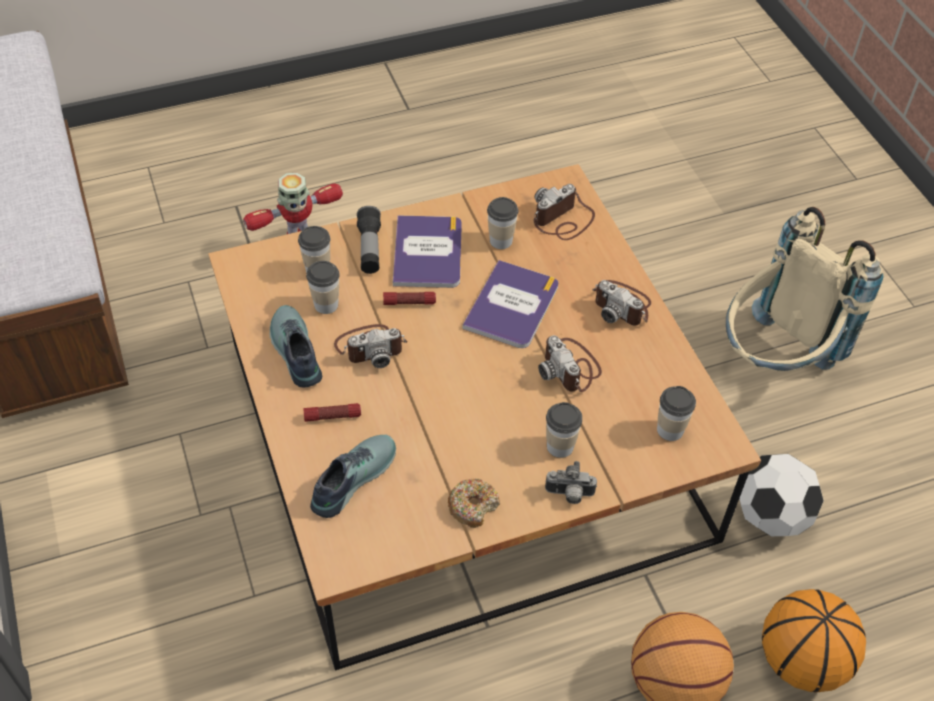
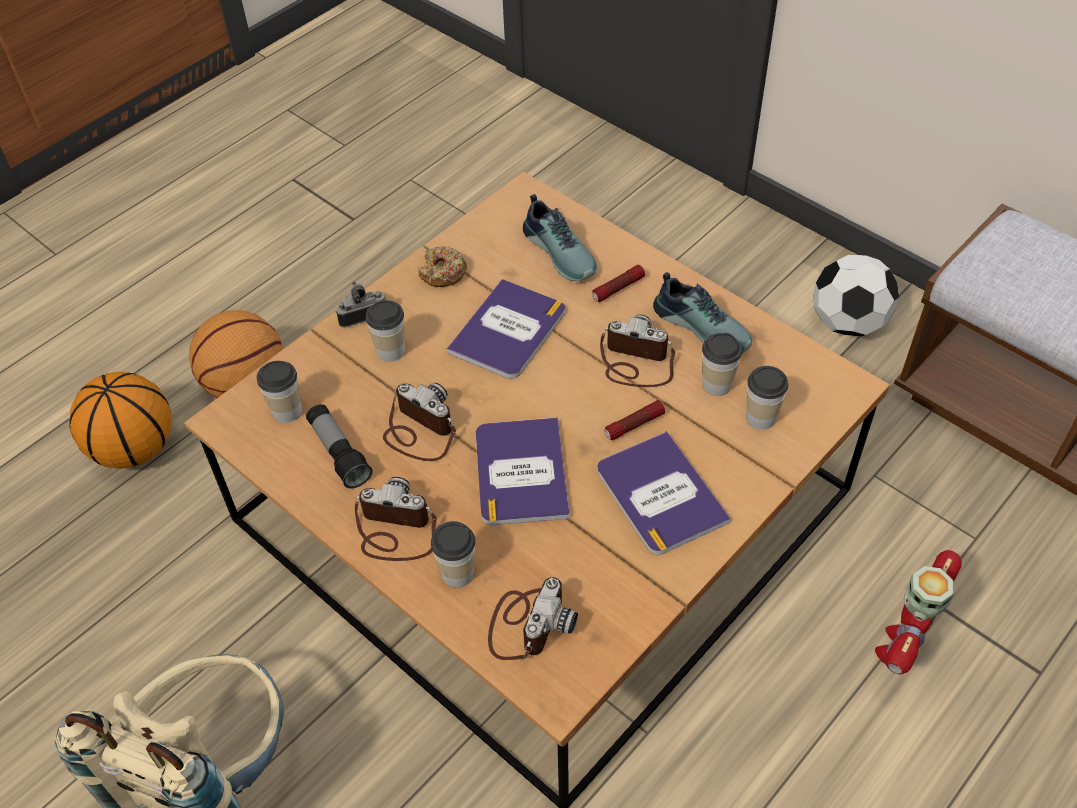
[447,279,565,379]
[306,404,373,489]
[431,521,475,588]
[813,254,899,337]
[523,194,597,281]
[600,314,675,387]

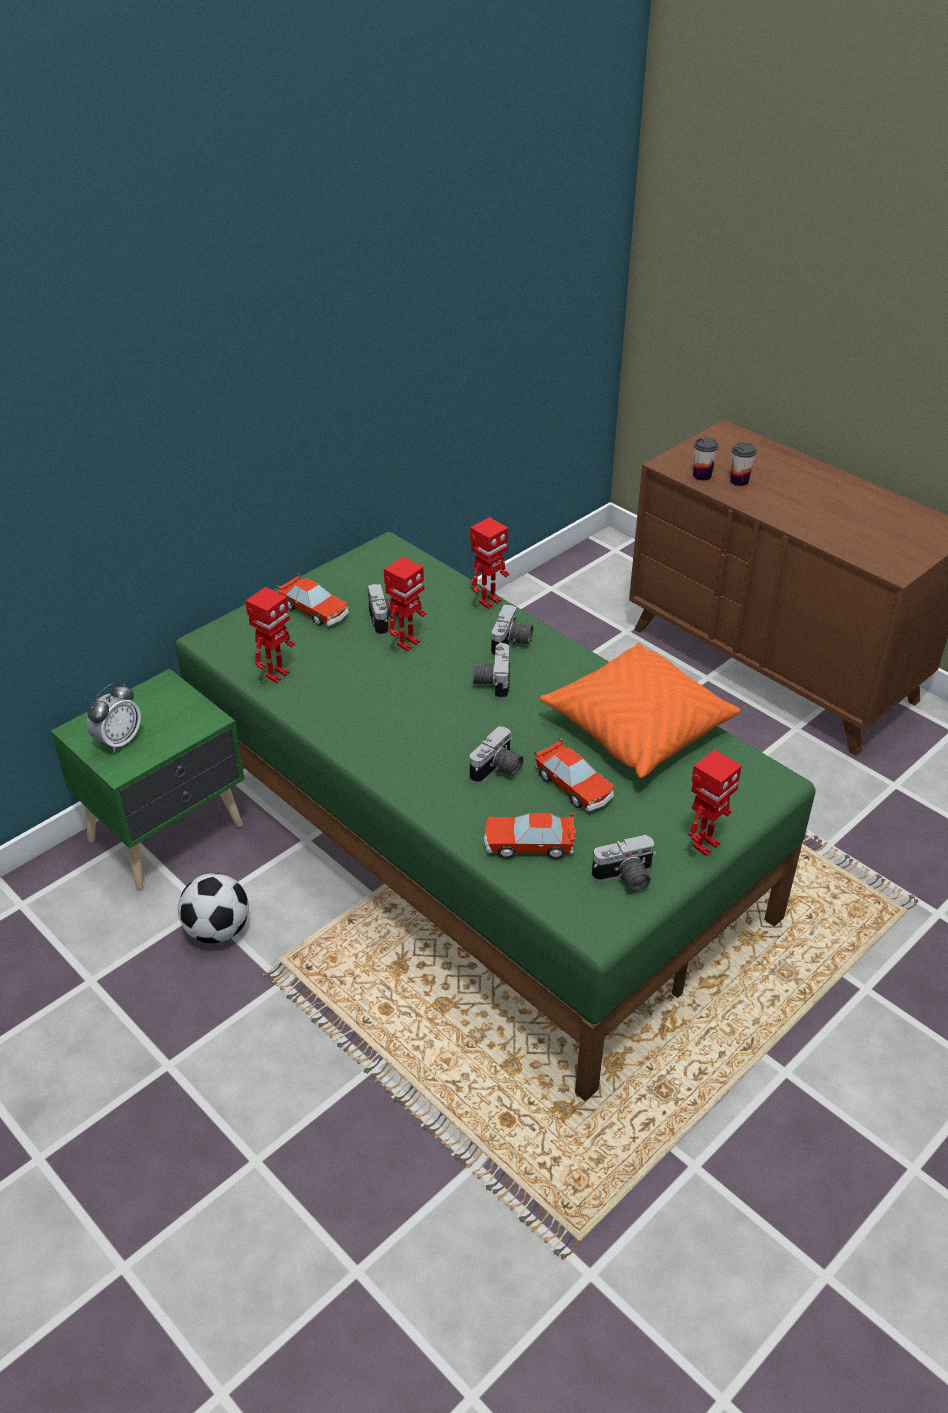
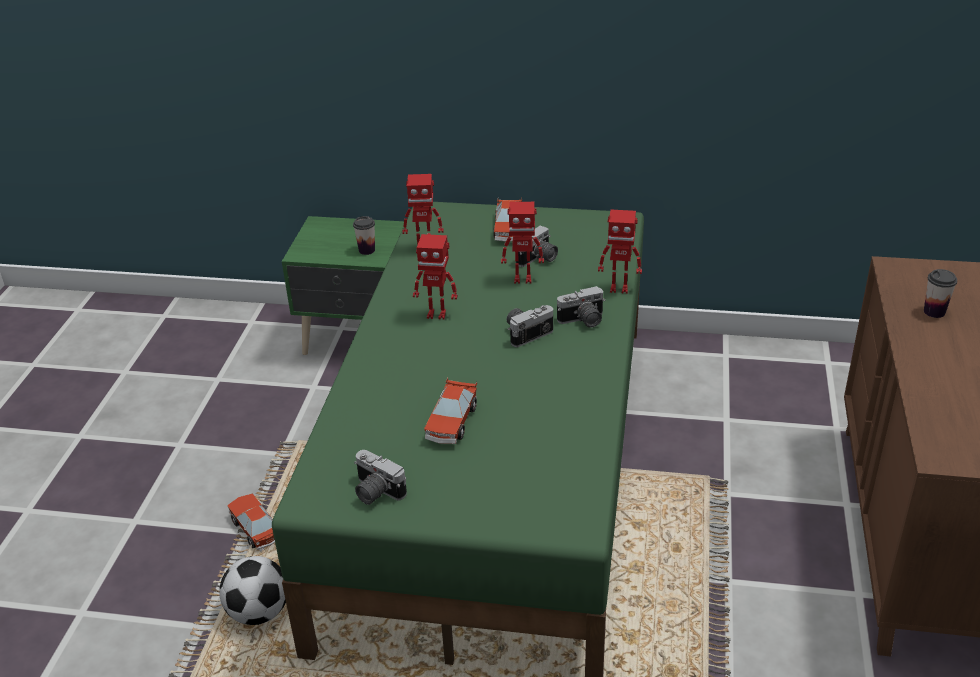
[87,683,141,752] (first image)
[470,726,524,784] (first image)
[539,643,740,778] (first image)
[219,556,286,625]
[227,493,275,551]
[413,234,458,320]
[353,216,375,255]

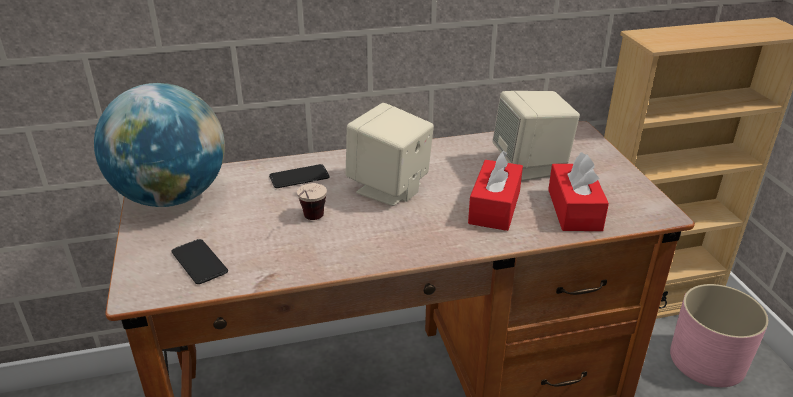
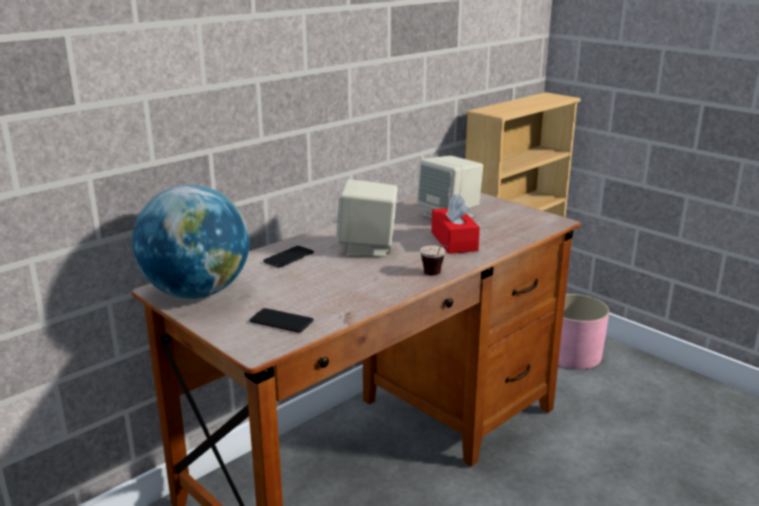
[548,152,609,231] (first image)
[420,245,448,275]

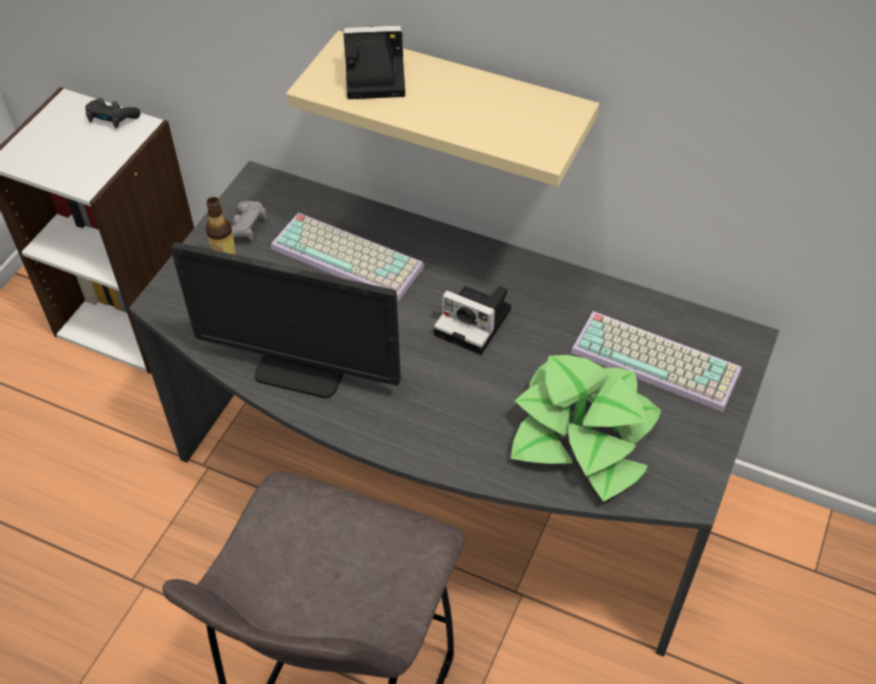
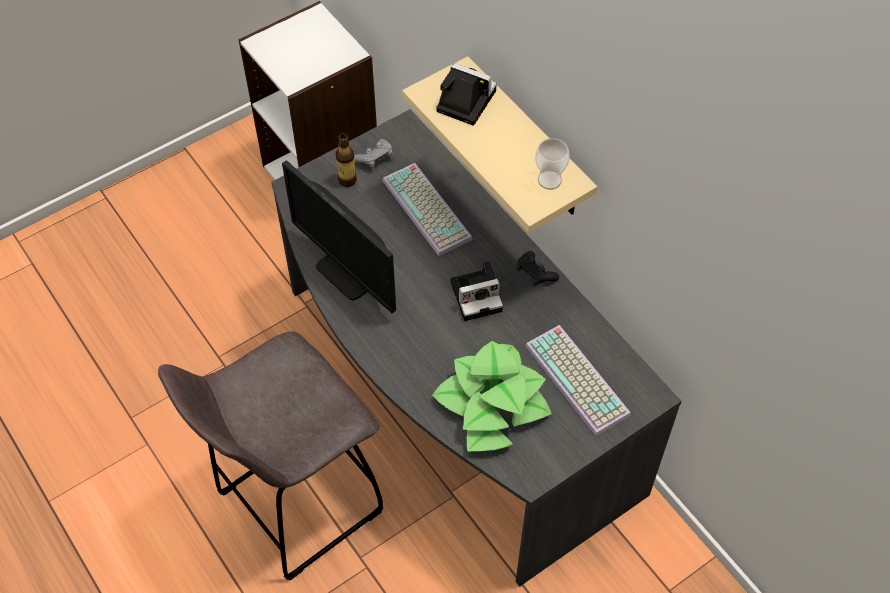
[535,138,570,190]
[517,251,559,286]
[450,261,503,321]

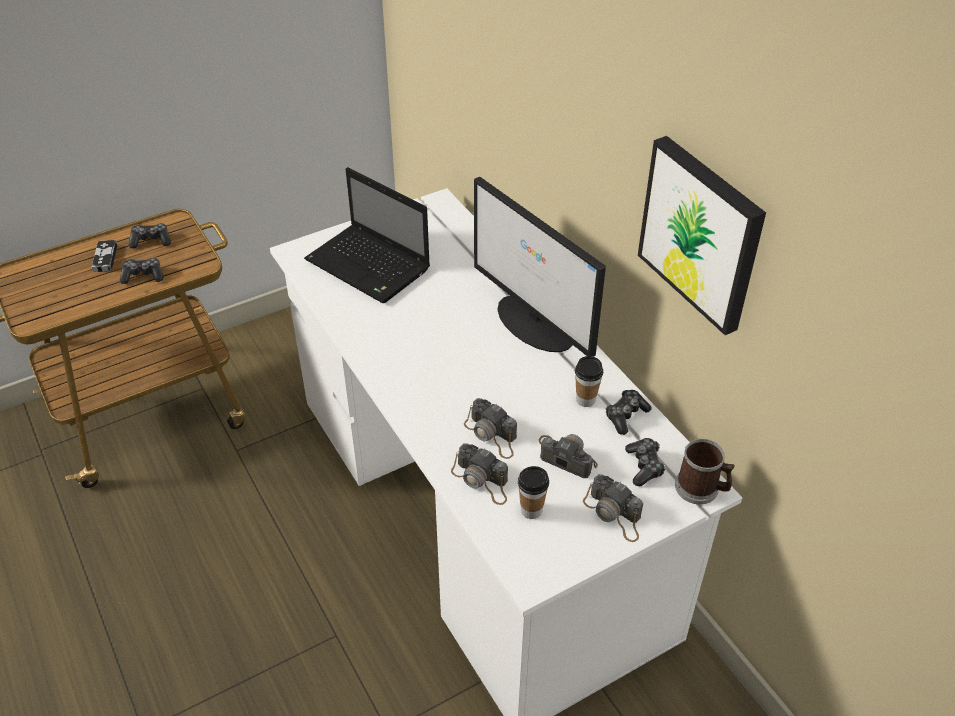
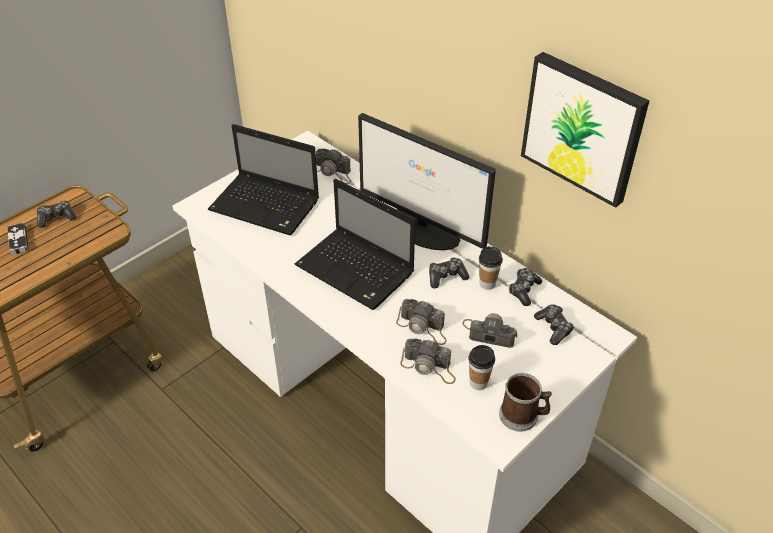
[295,179,415,310]
[429,257,469,288]
[316,148,351,184]
[499,373,552,432]

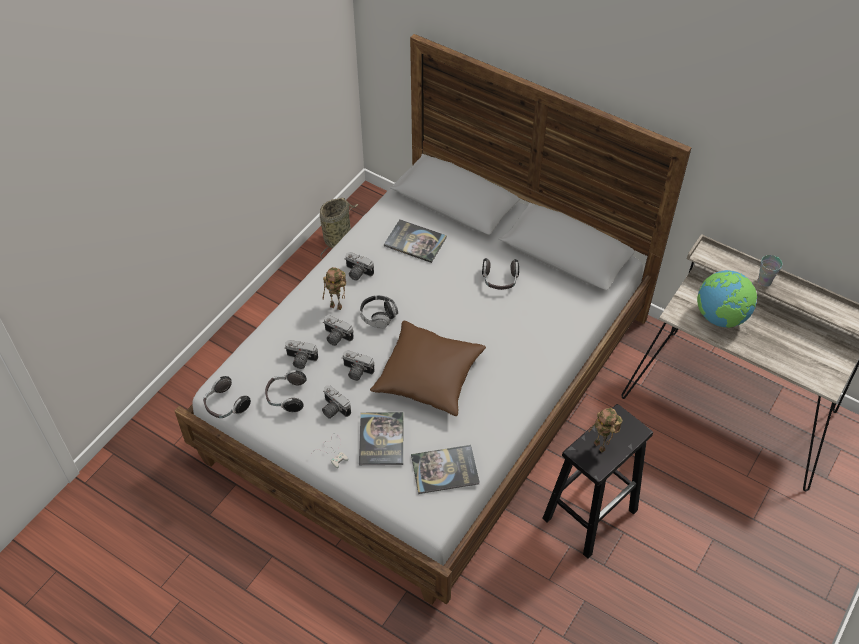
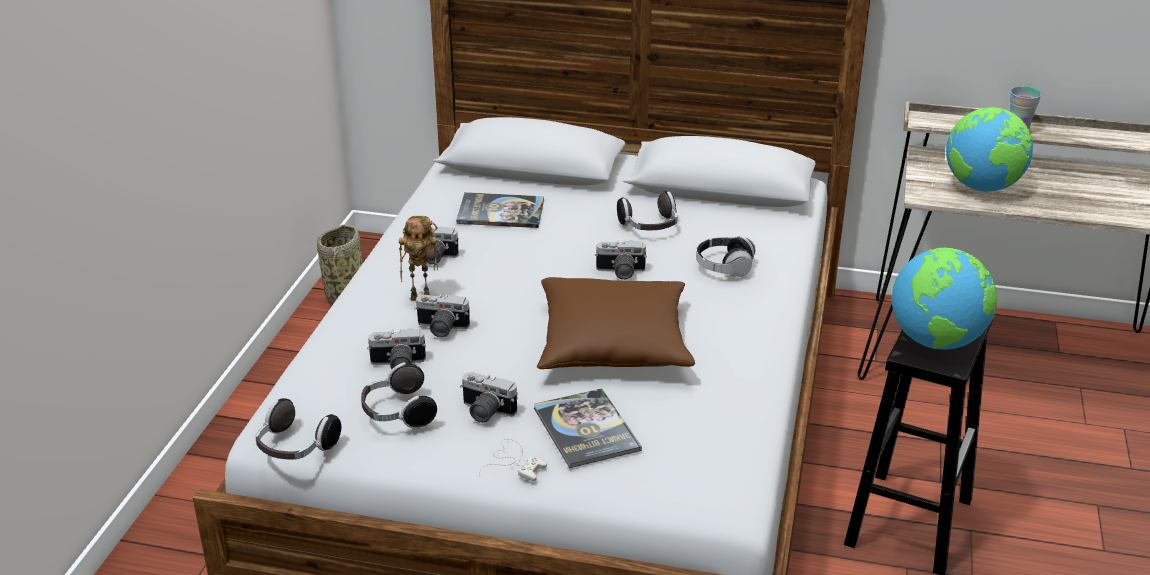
[411,445,480,494] (first image)
[595,240,647,280]
[696,236,756,277]
[892,248,997,350]

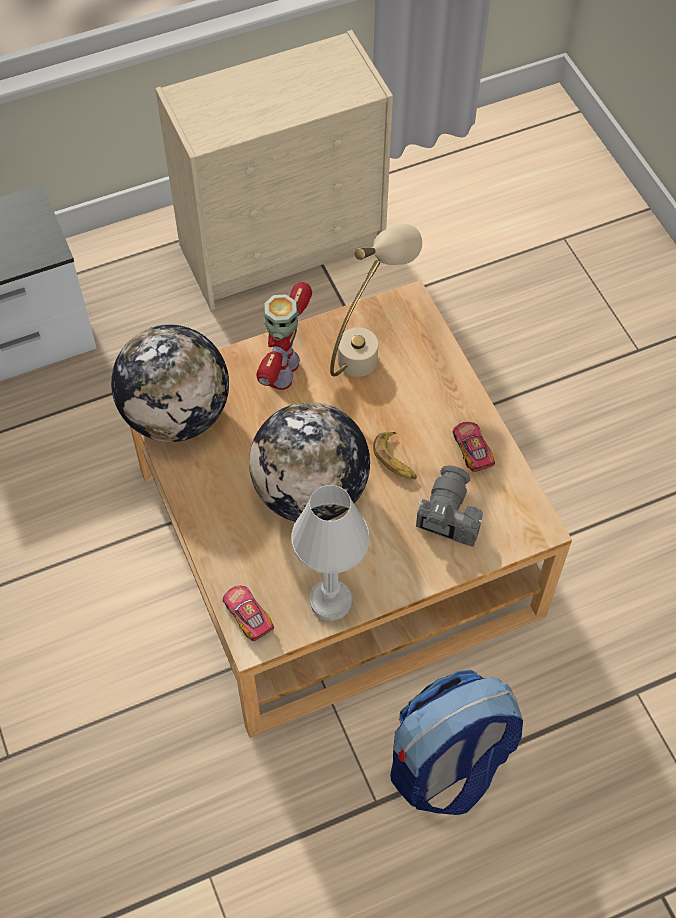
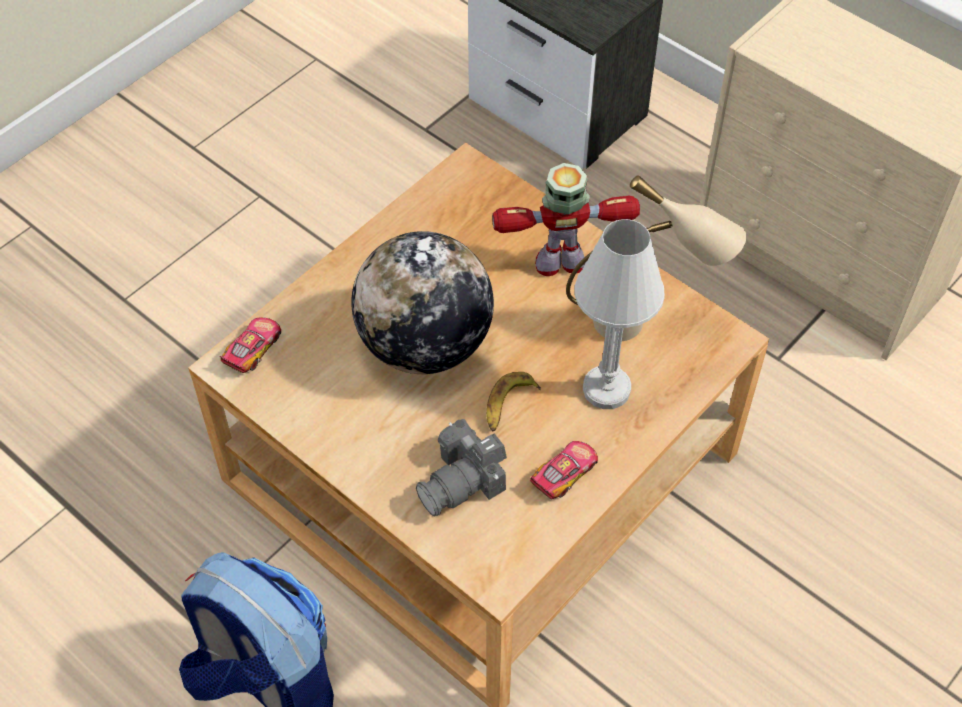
[111,325,229,442] (first image)
[575,219,665,409]
[416,419,507,517]

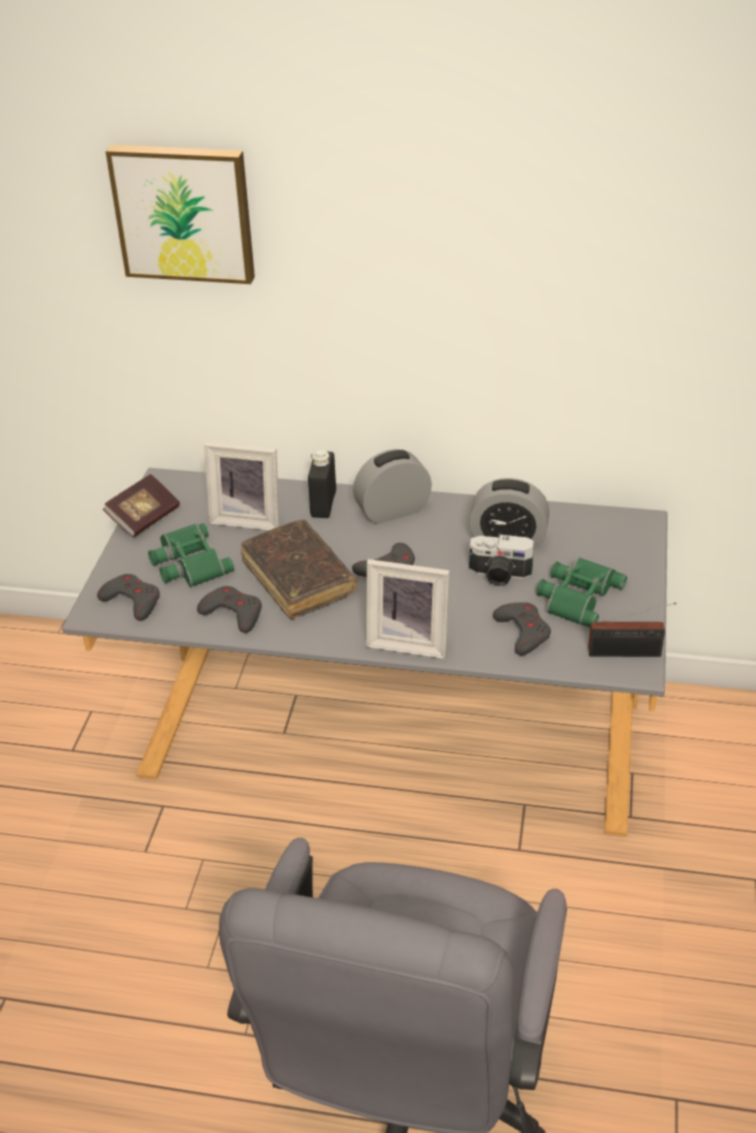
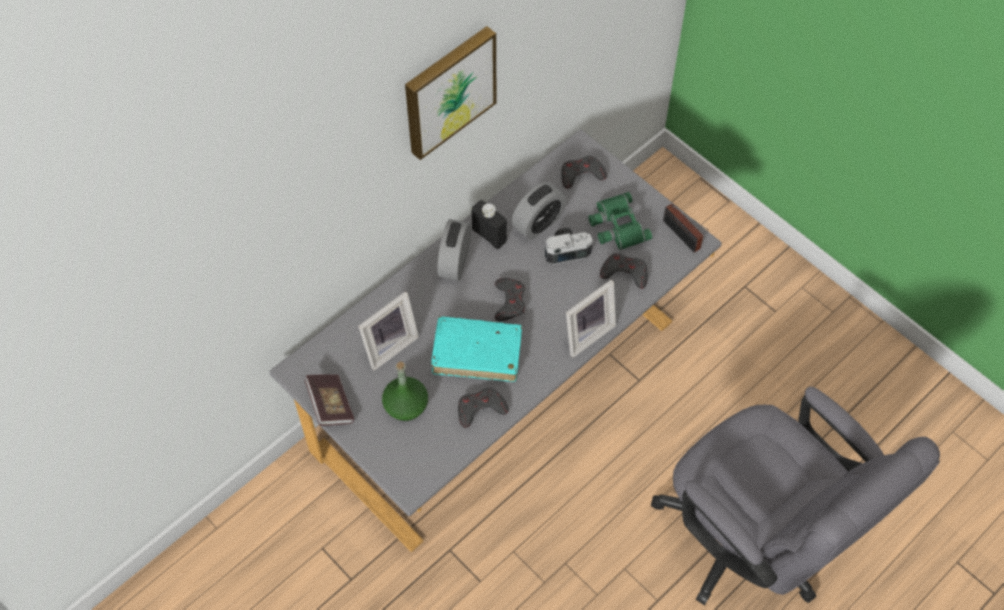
[561,156,607,189]
[405,26,497,160]
[471,200,507,249]
[382,362,428,421]
[431,316,522,382]
[545,228,593,265]
[663,203,709,253]

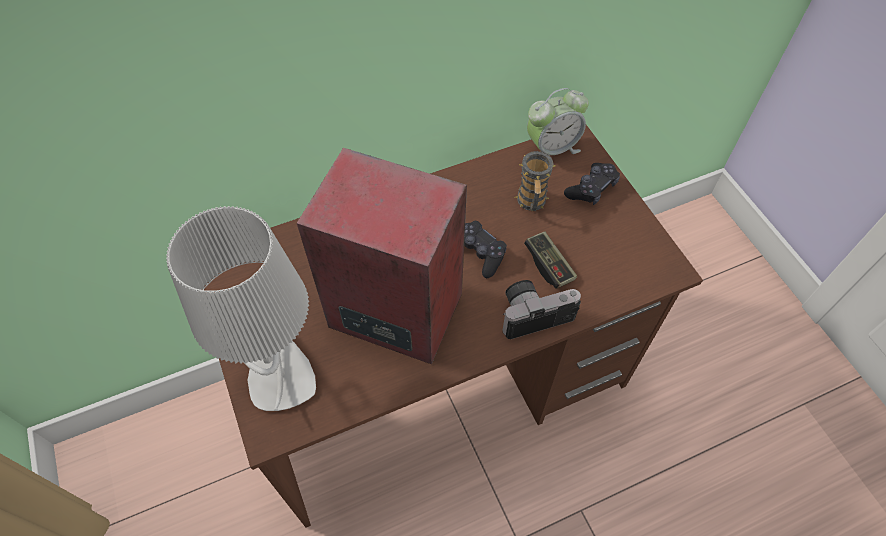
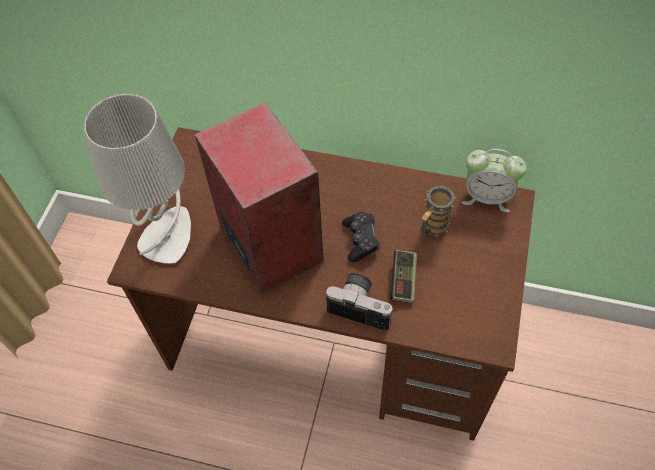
[564,163,620,205] (first image)

